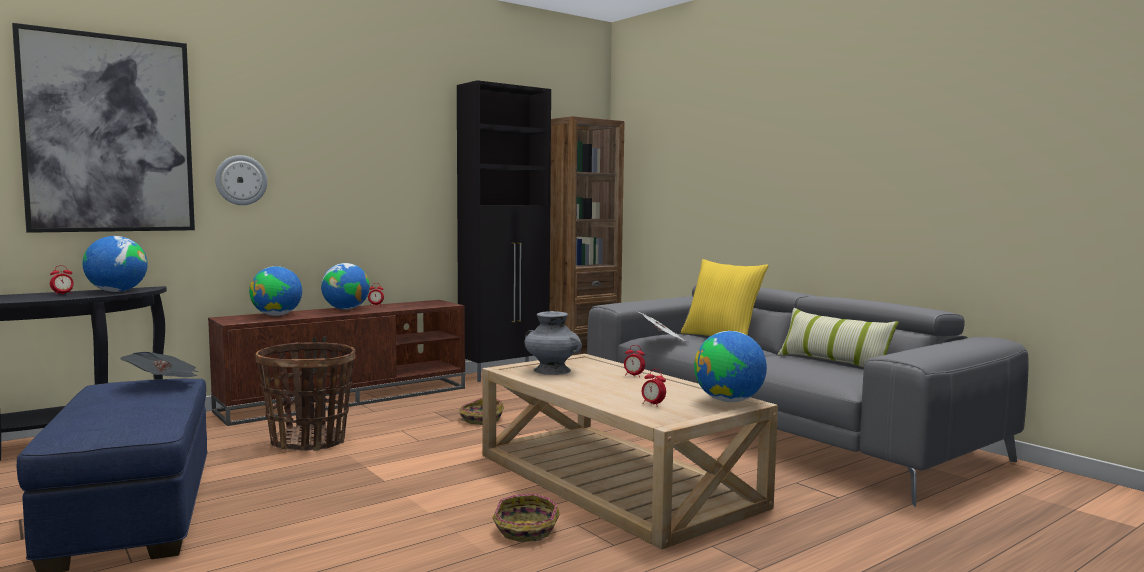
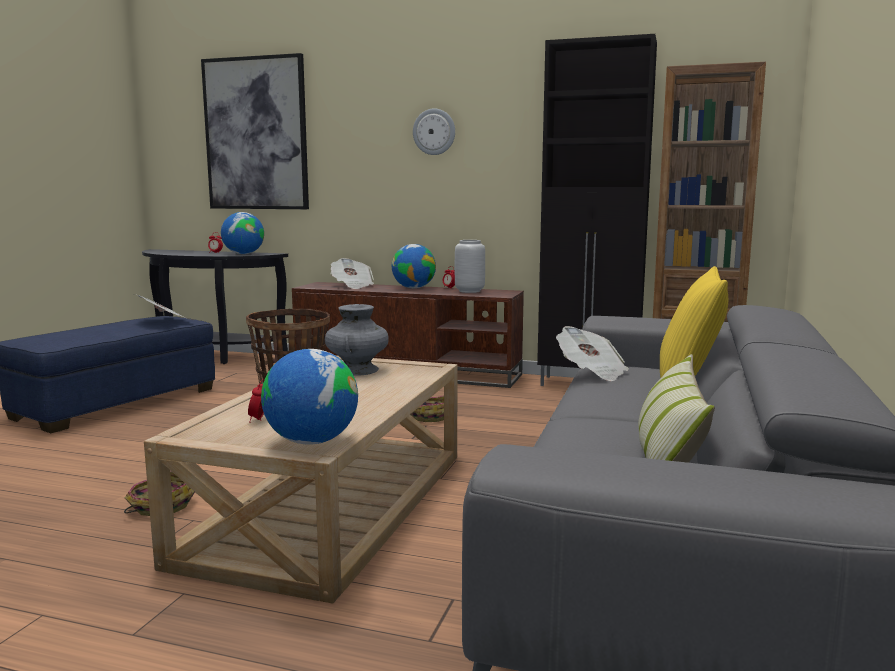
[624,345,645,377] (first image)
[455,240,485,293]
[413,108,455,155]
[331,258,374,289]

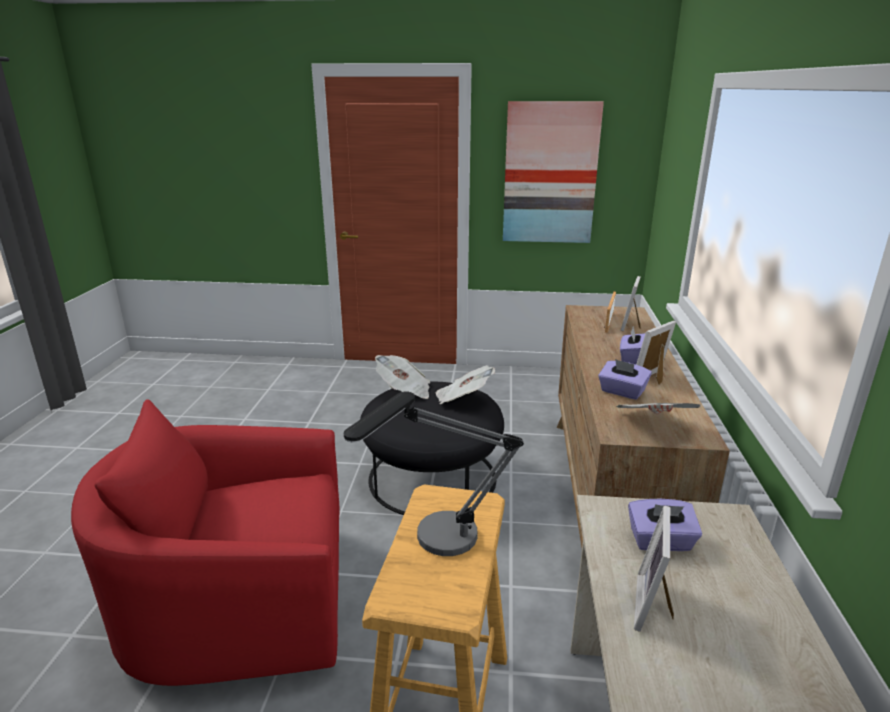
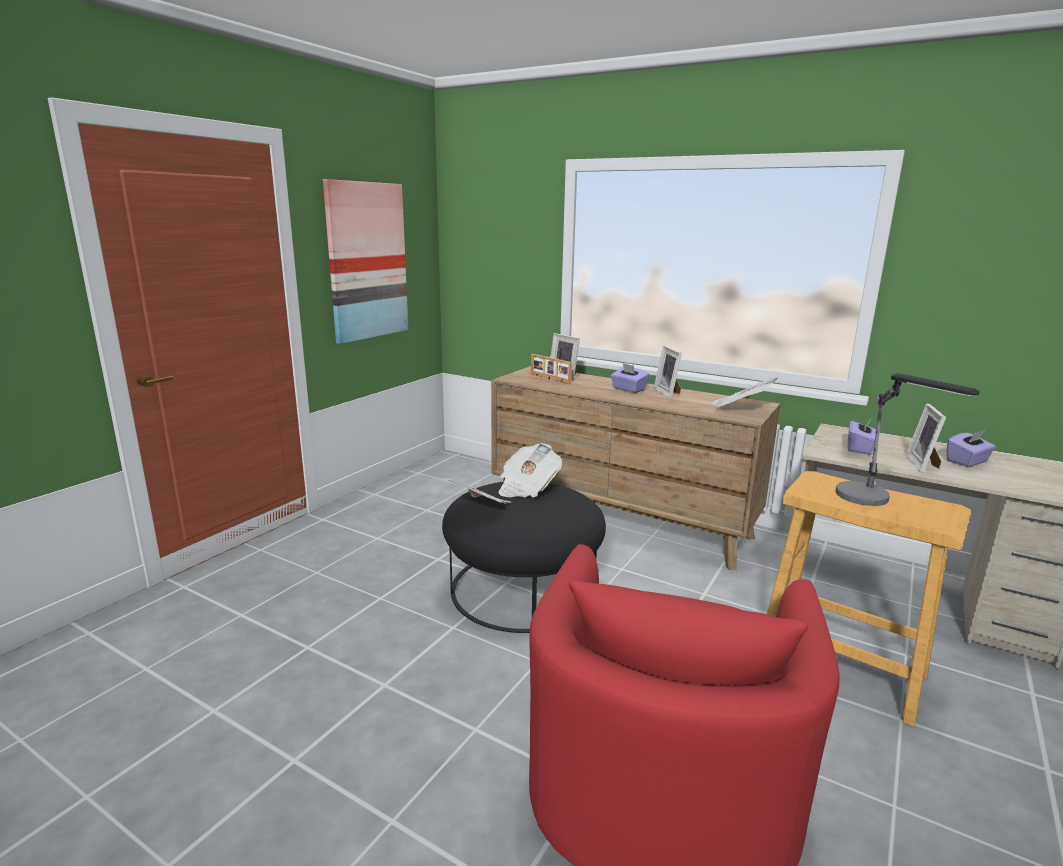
[947,430,996,467]
[906,404,946,473]

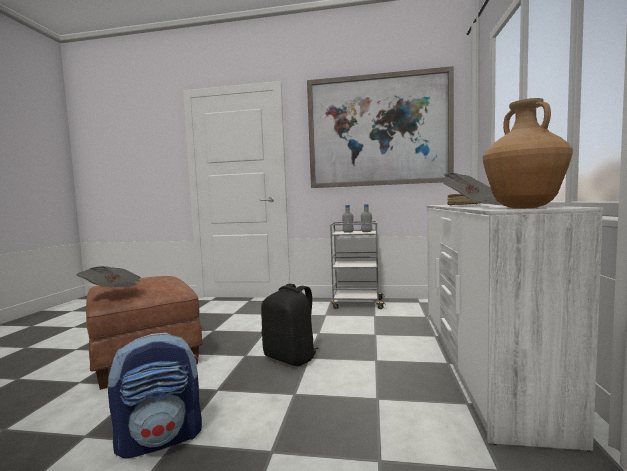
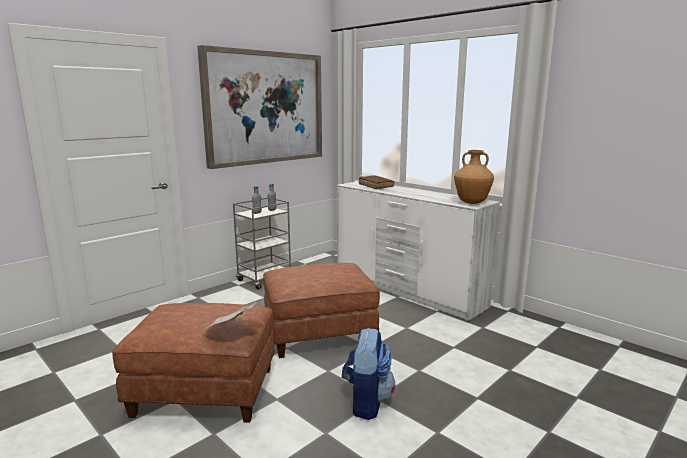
[442,172,502,205] (first image)
[263,263,380,358]

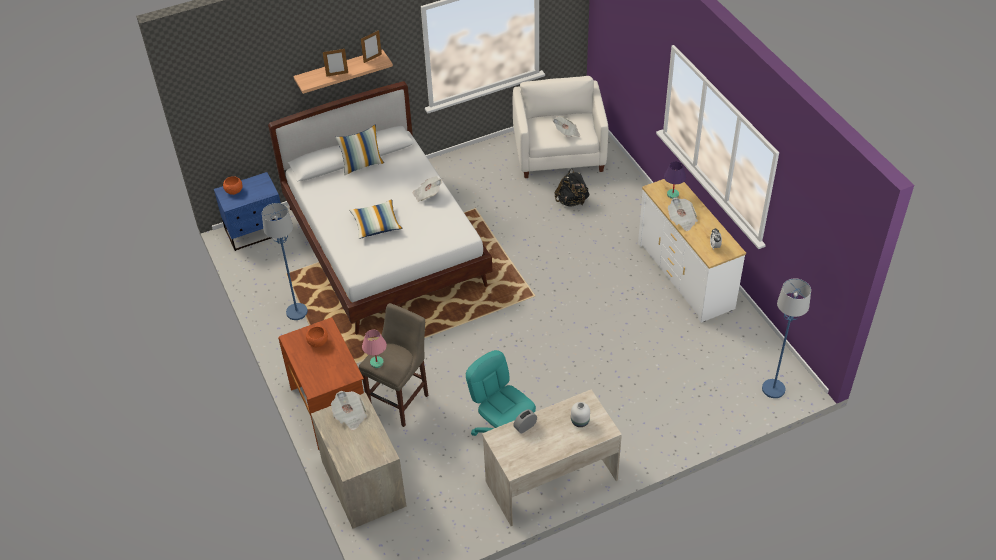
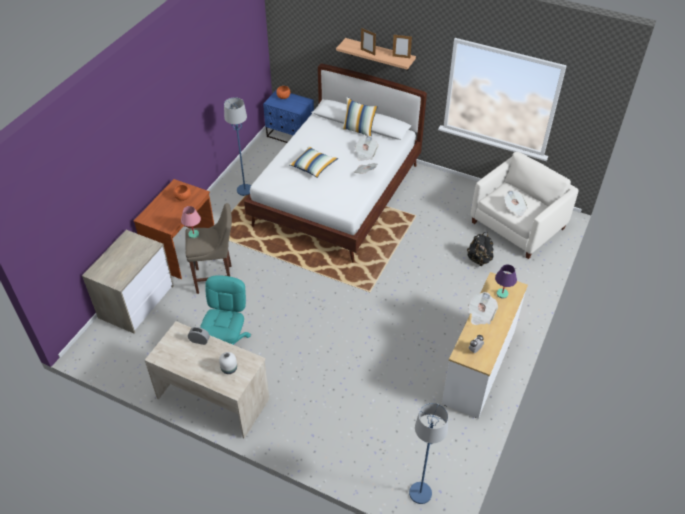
[355,136,378,161]

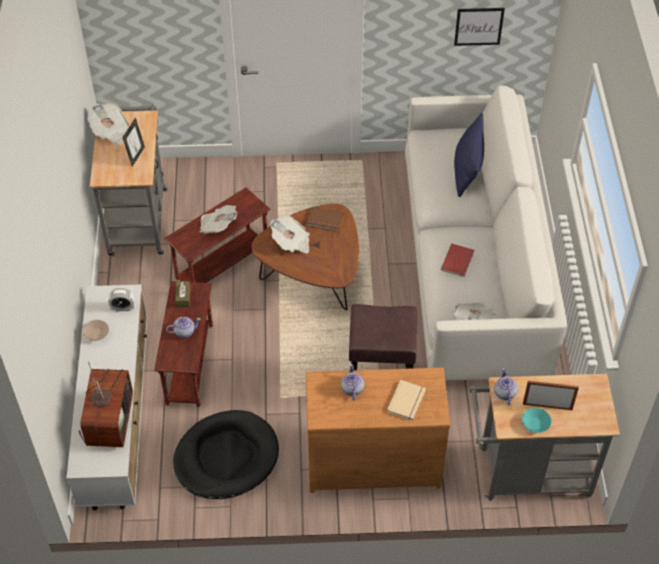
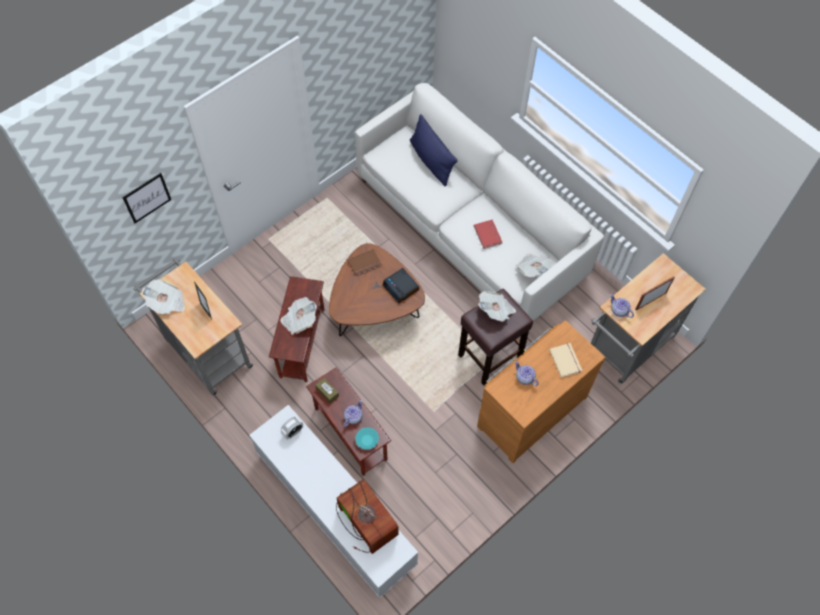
[82,320,109,341] (first image)
[173,410,279,499] (first image)
[383,268,419,303]
[478,291,516,322]
[122,173,171,223]
[355,427,379,450]

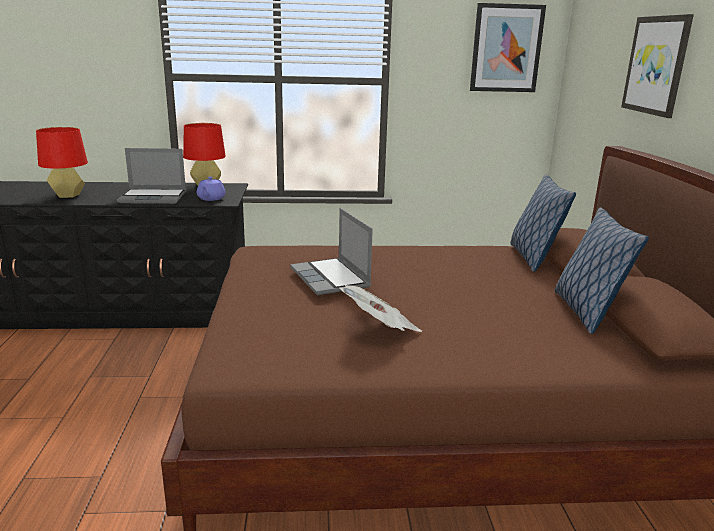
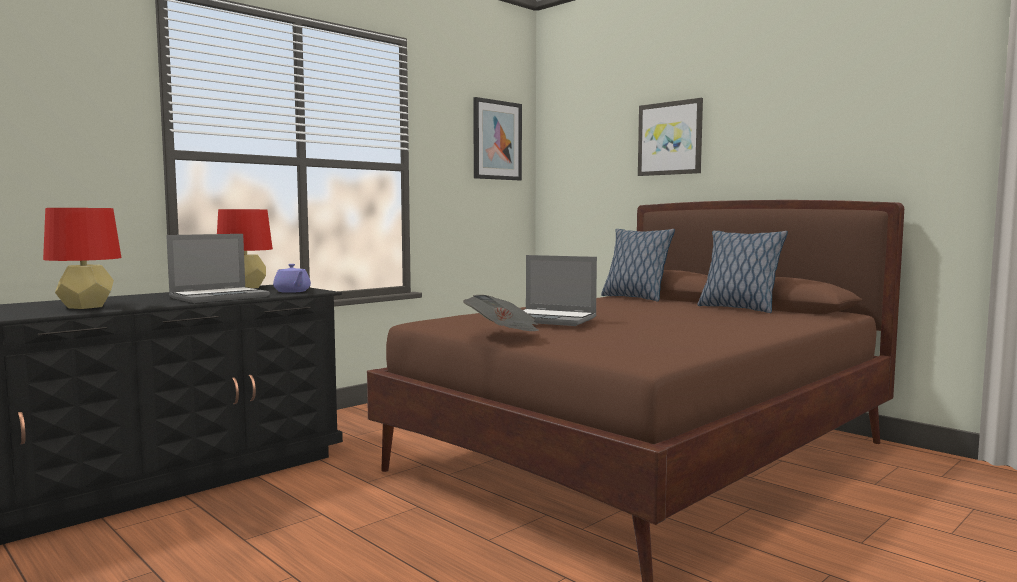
[463,295,539,331]

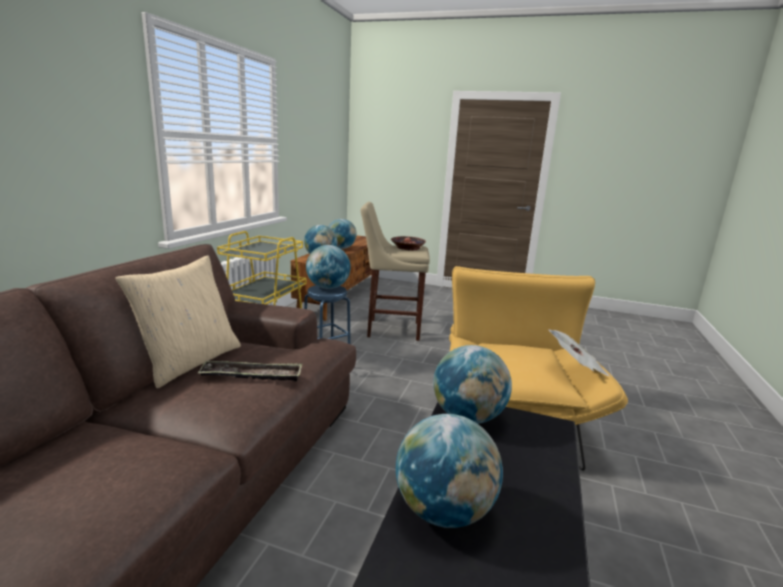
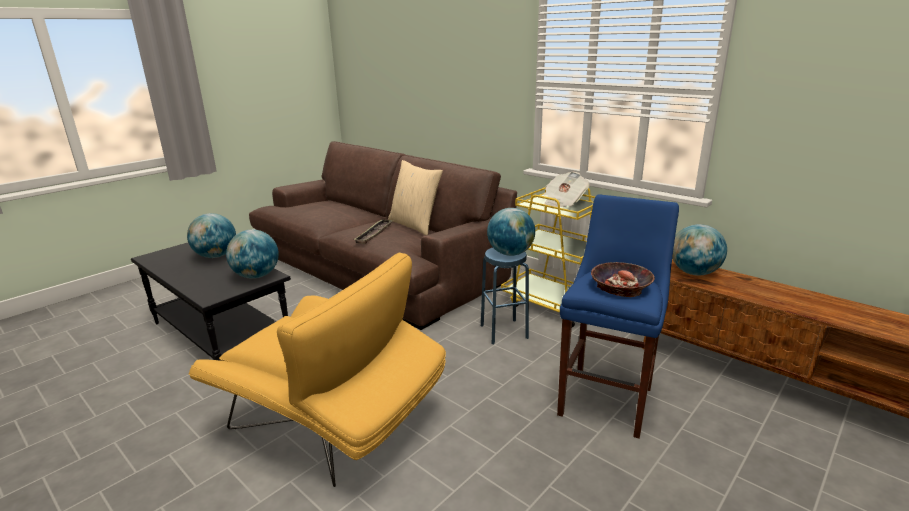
[328,219,357,249] (first image)
[544,172,589,207]
[557,194,679,439]

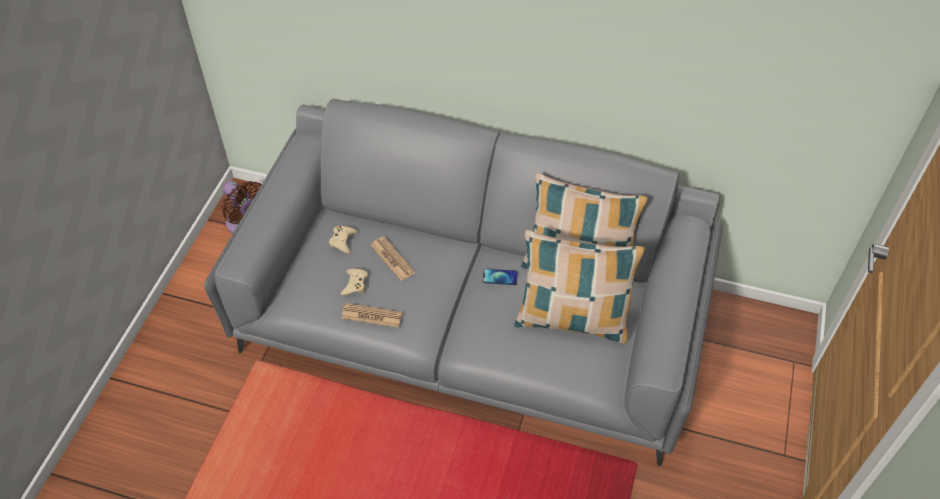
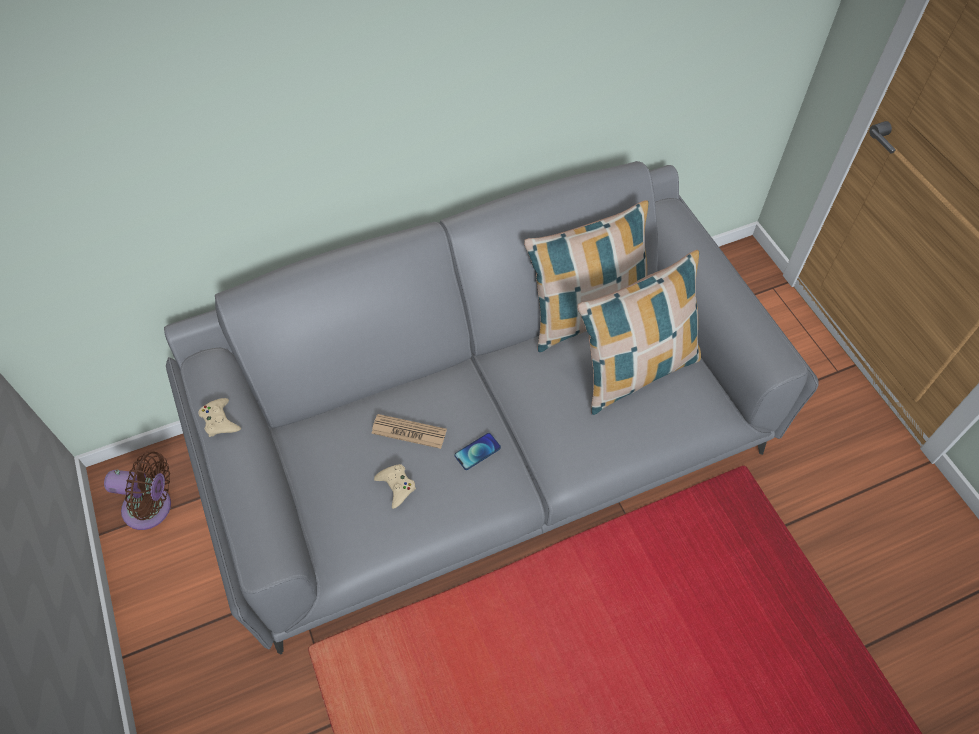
[342,303,403,328] (first image)
[198,398,241,437]
[455,433,501,470]

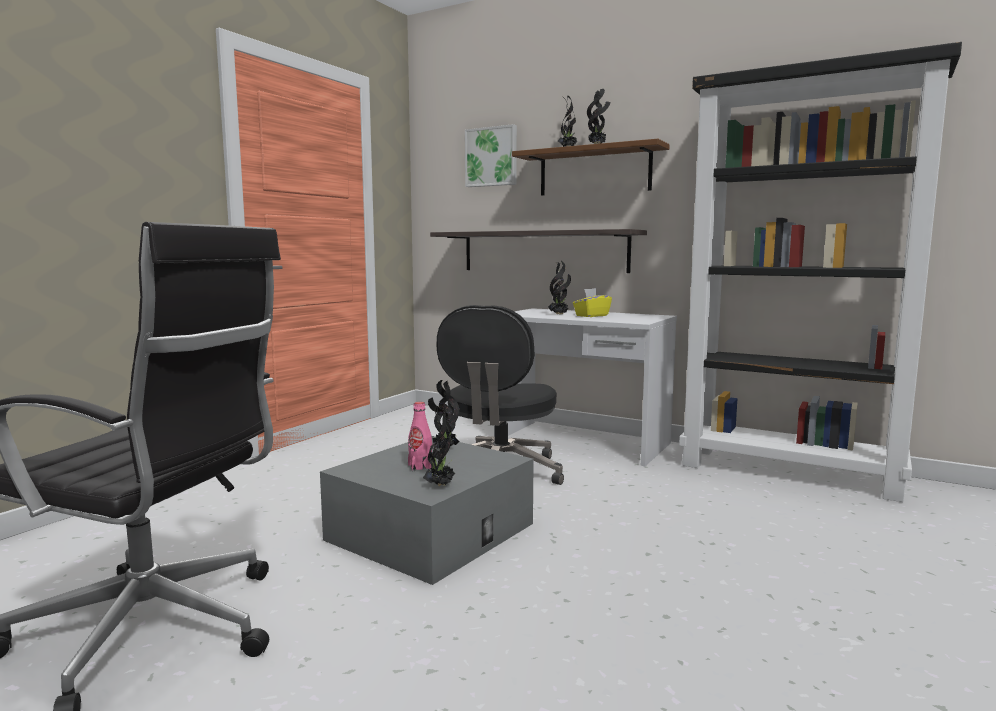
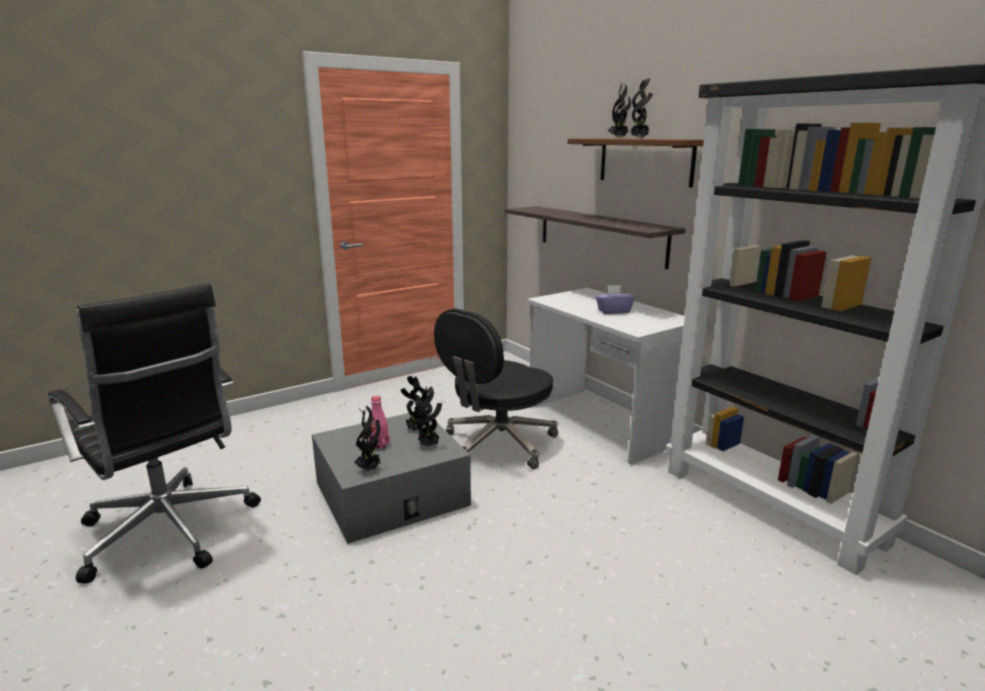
[465,124,517,187] (first image)
[414,386,442,447]
[596,285,635,314]

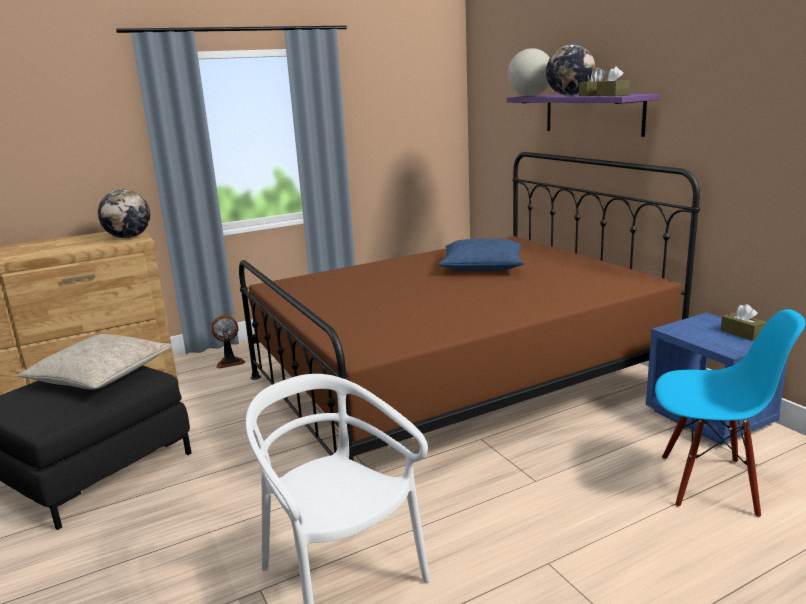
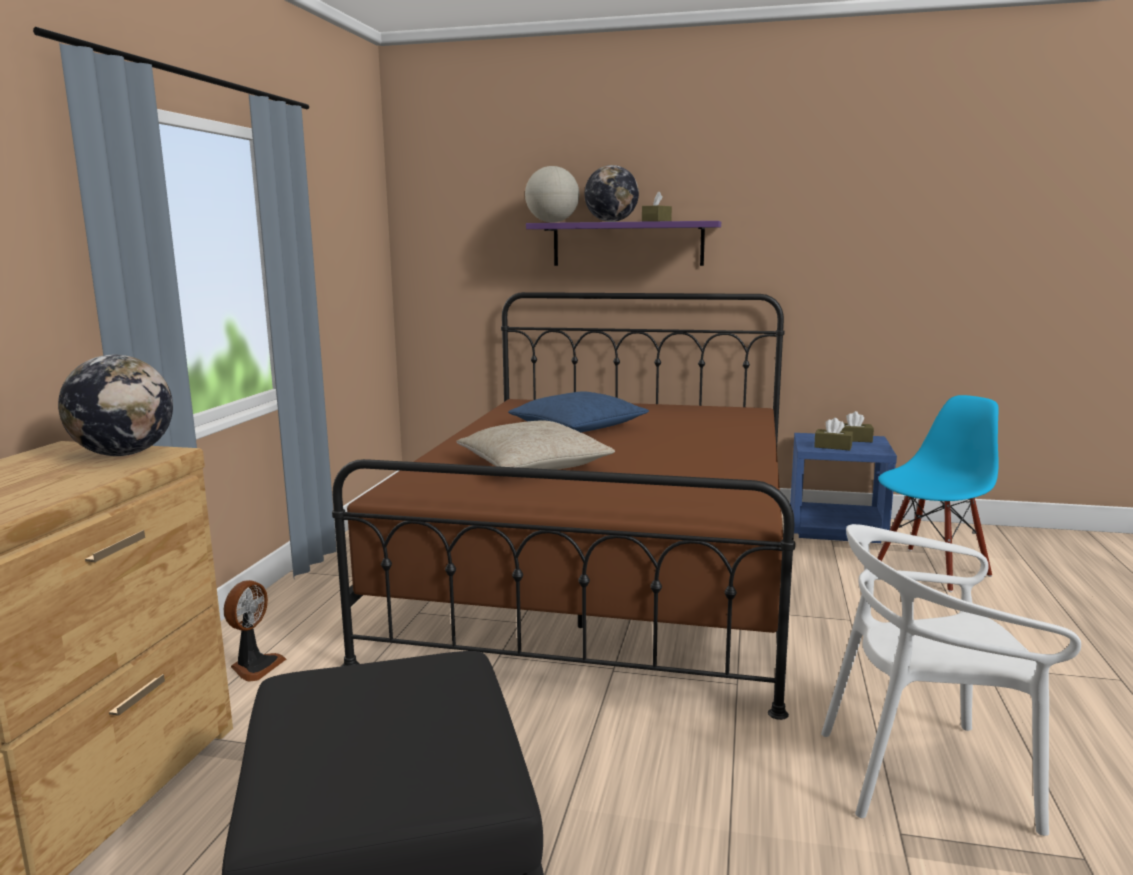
[457,420,615,470]
[814,418,853,450]

